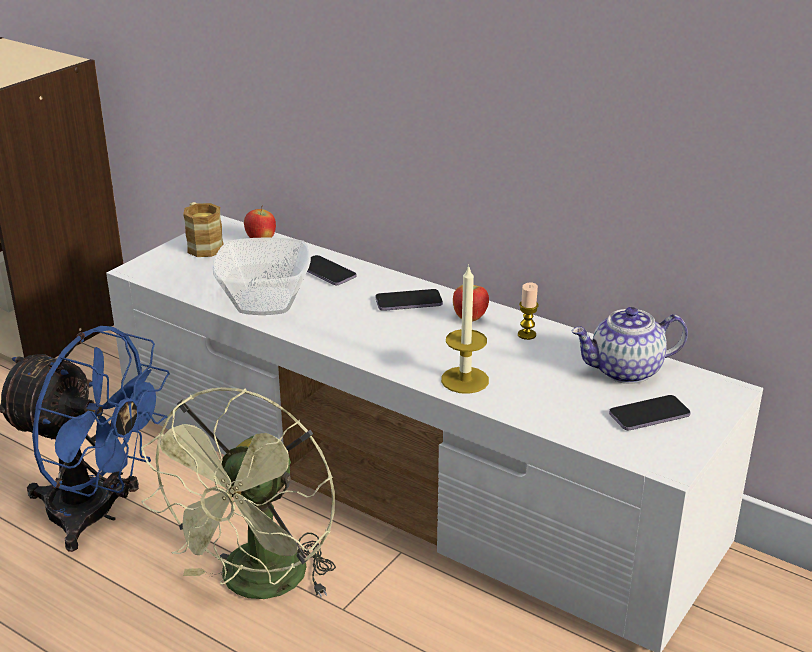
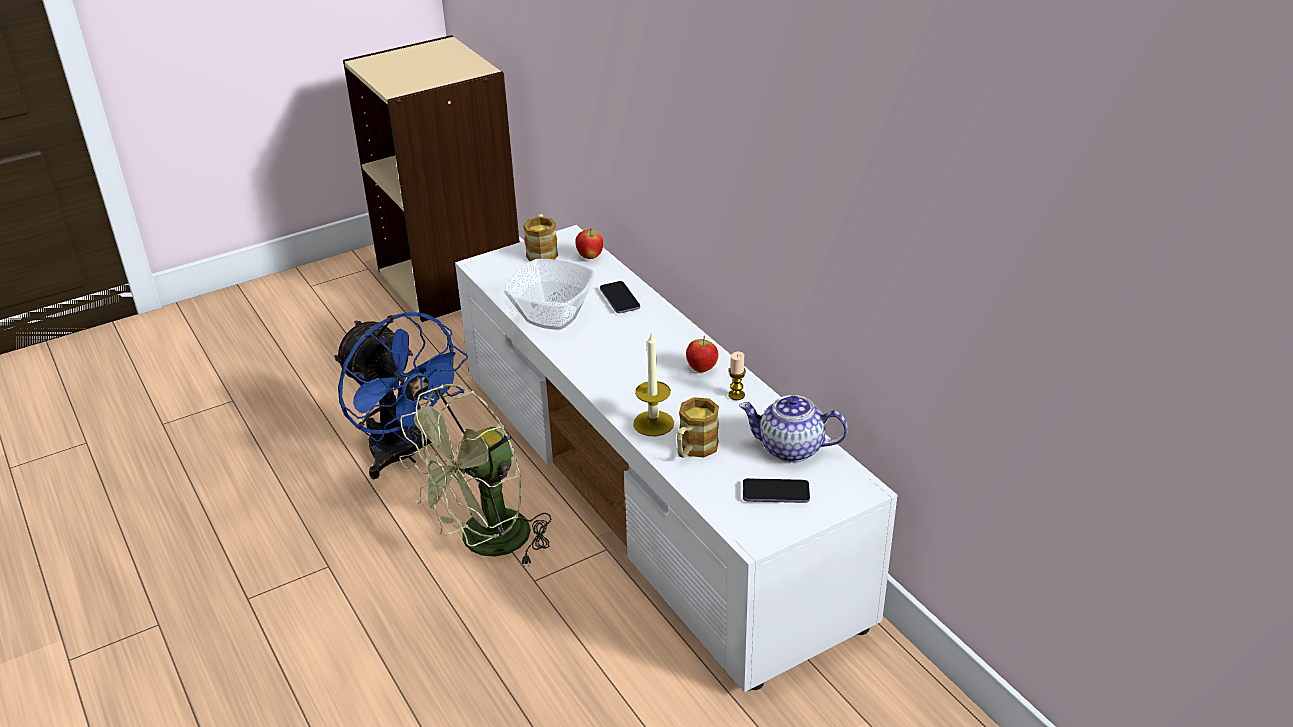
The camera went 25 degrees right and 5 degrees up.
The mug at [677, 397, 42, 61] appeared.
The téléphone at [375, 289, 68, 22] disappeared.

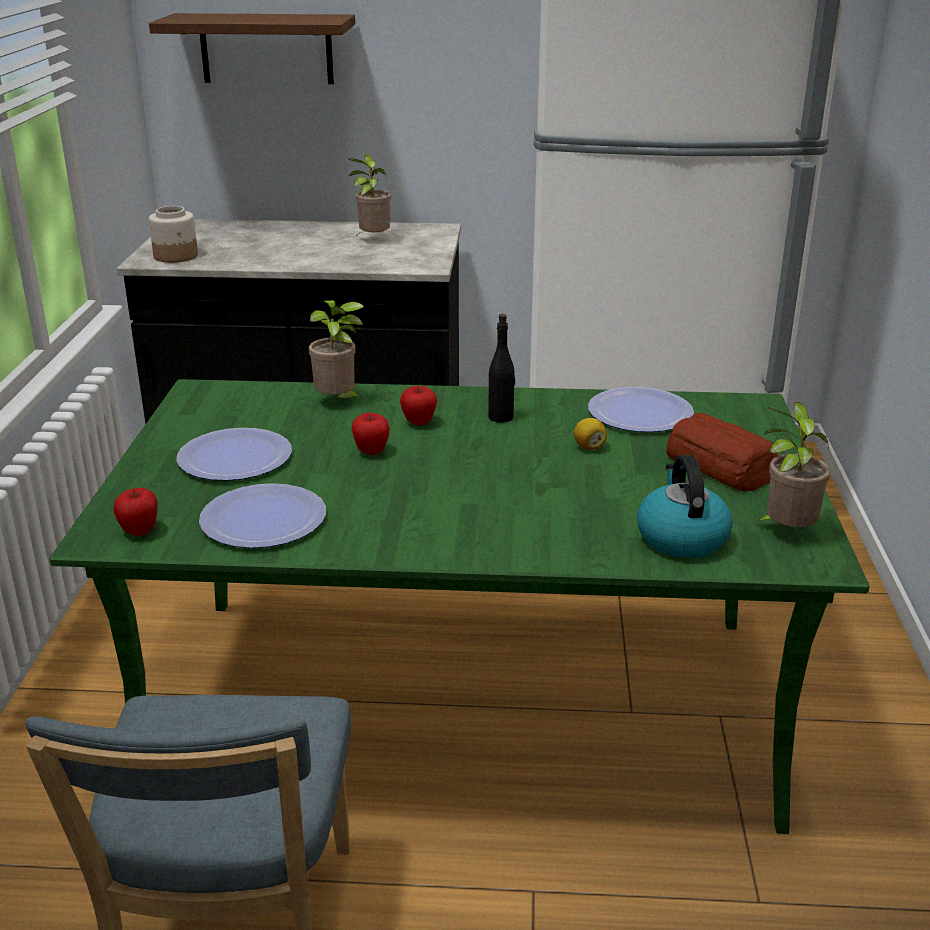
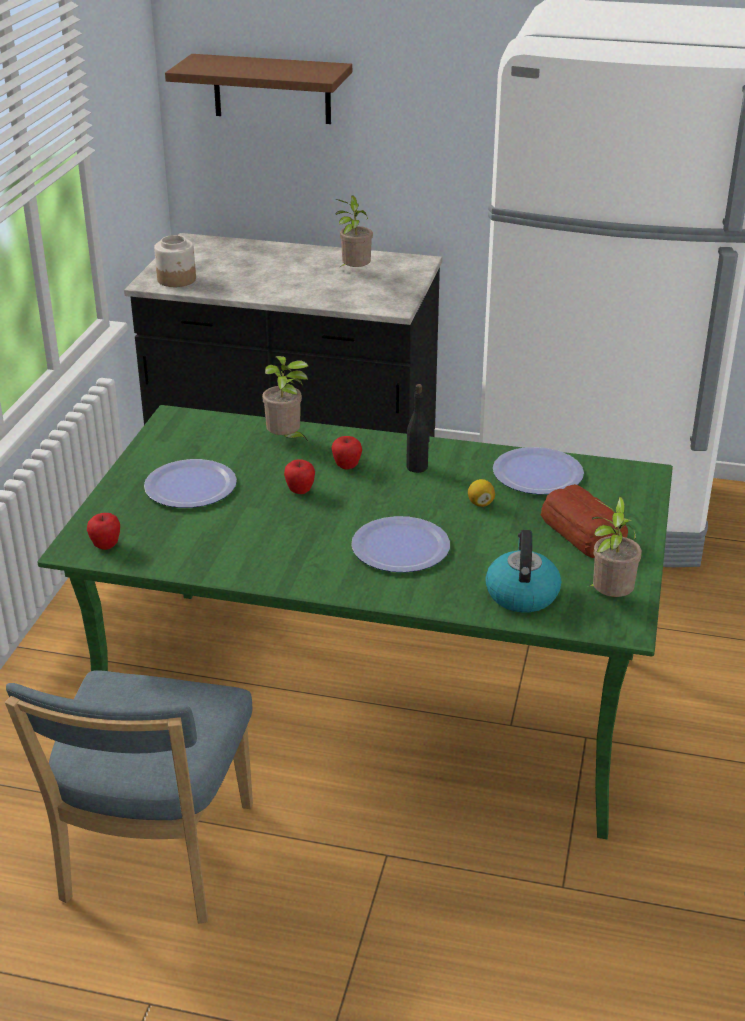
The camera went 10 degrees right and 5 degrees up.
The assiette moved from [199, 483, 127, 65] to [351, 516, 99, 56].

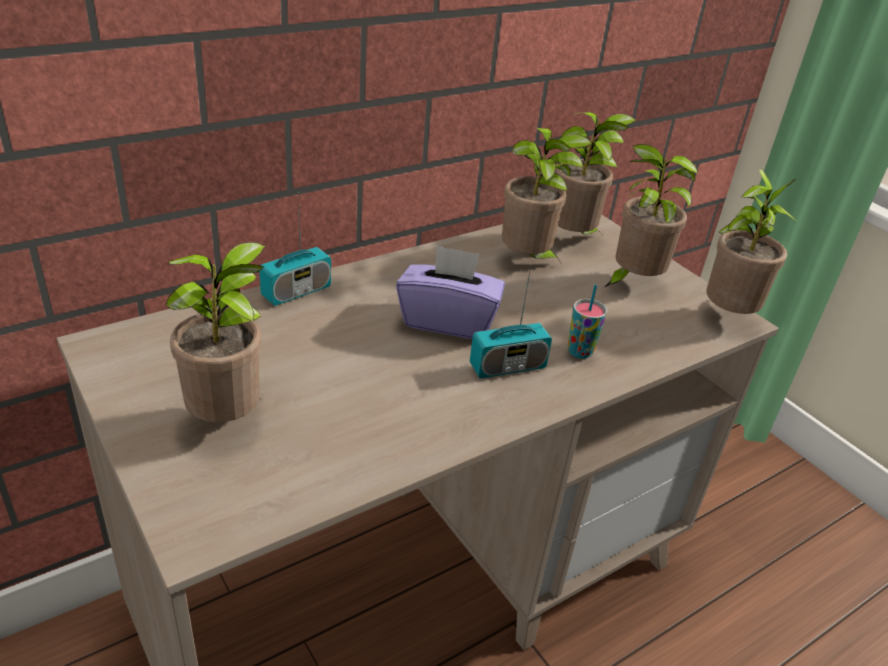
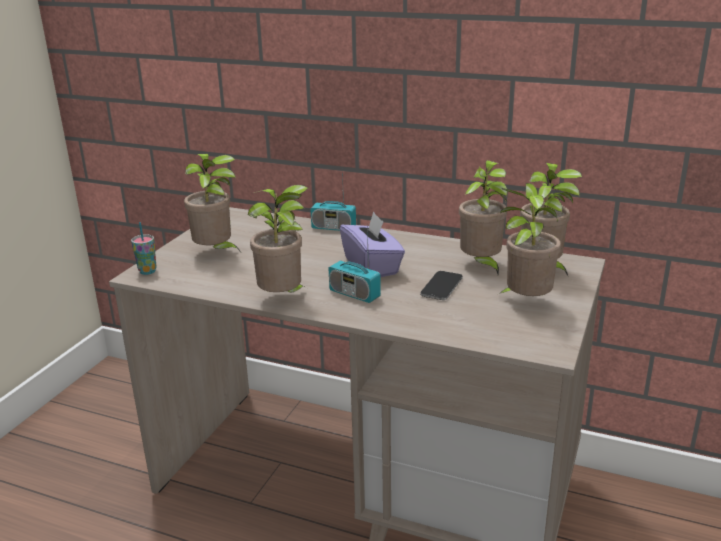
The camera went 60 degrees right and 10 degrees down.
The tasse moved from [568, 284, 39, 75] to [131, 222, 26, 53].
The plante en pot moved from [707, 169, 89, 145] to [248, 185, 61, 108].
The téléphone at [420, 271, 43, 29] appeared.

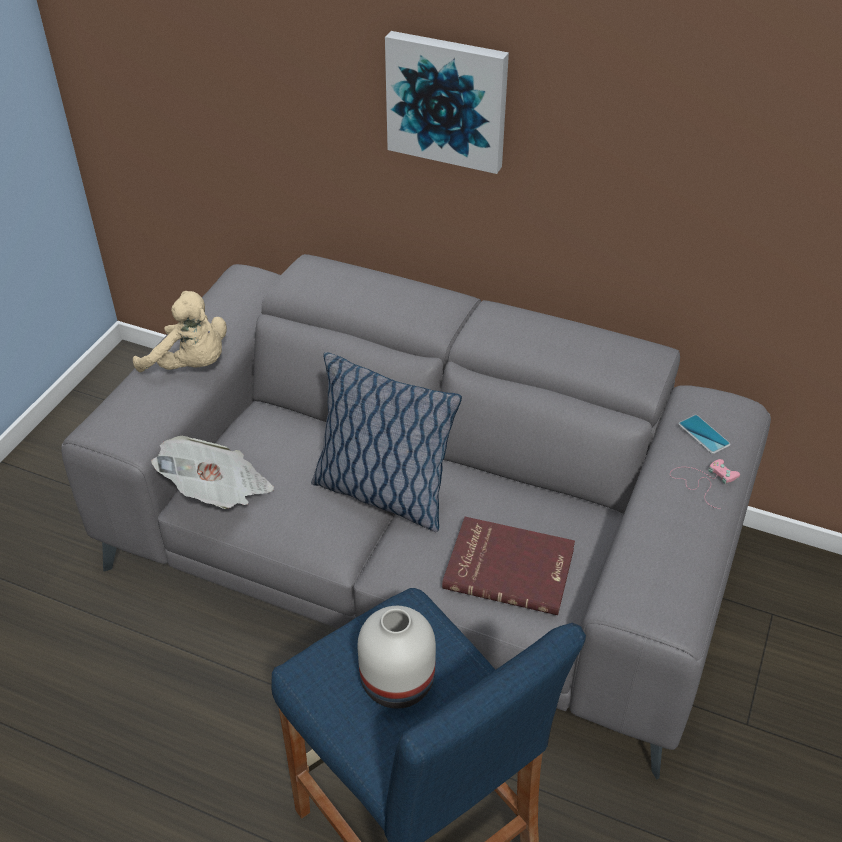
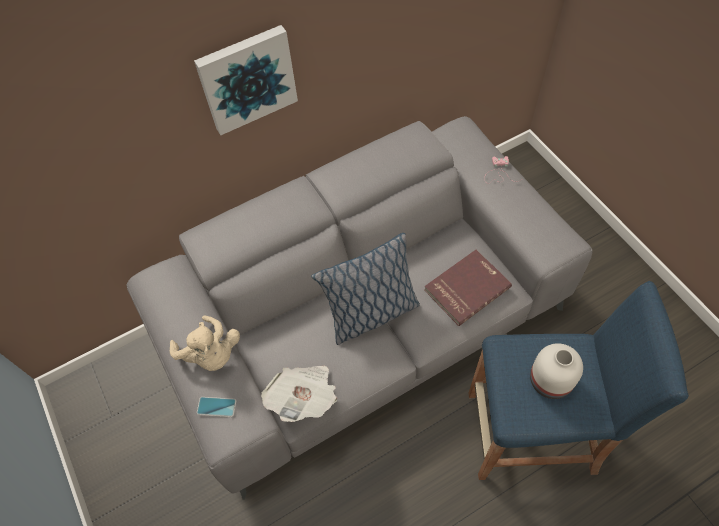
The camera went 50 degrees left and 15 degrees up.
The peluche (beige) at [133, 291, 94, 81] turned 75 degrees clockwise.
The téléphone moved from [678, 415, 52, 39] to [197, 397, 39, 20].

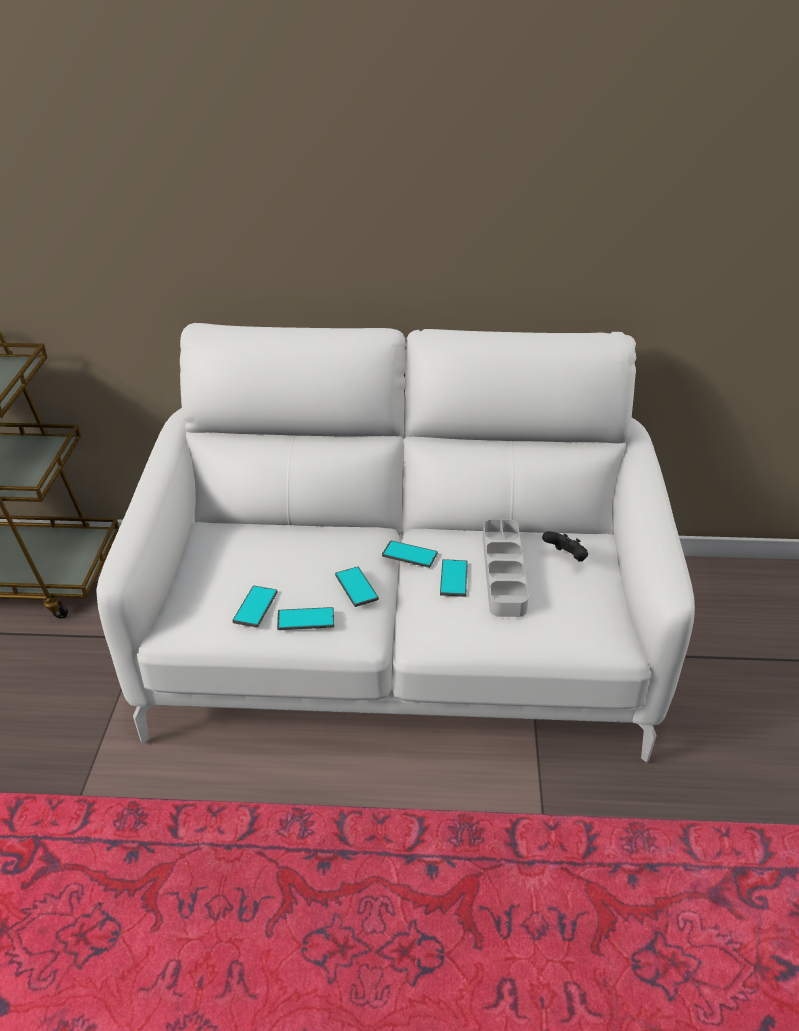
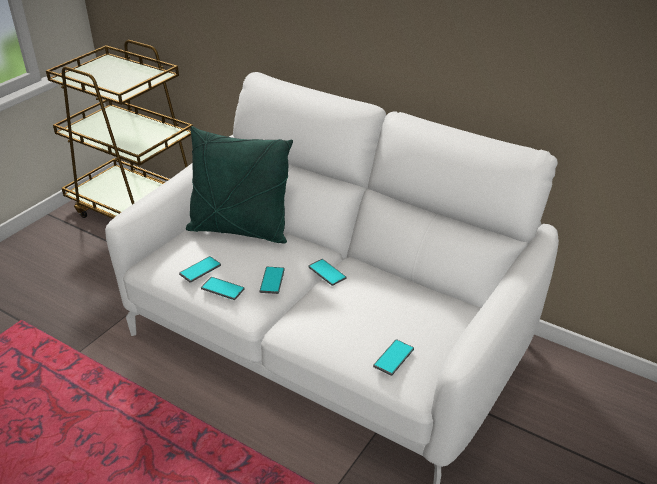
The camera went 30 degrees right and 0 degrees up.
The coussin (vert) at [186, 126, 107, 118] appeared.
The téléphone moved from [440, 559, 28, 38] to [373, 339, 41, 37].
The plateau (gris) at [483, 519, 46, 98] disappeared.
The manette (noir) at [542, 531, 46, 31] disappeared.

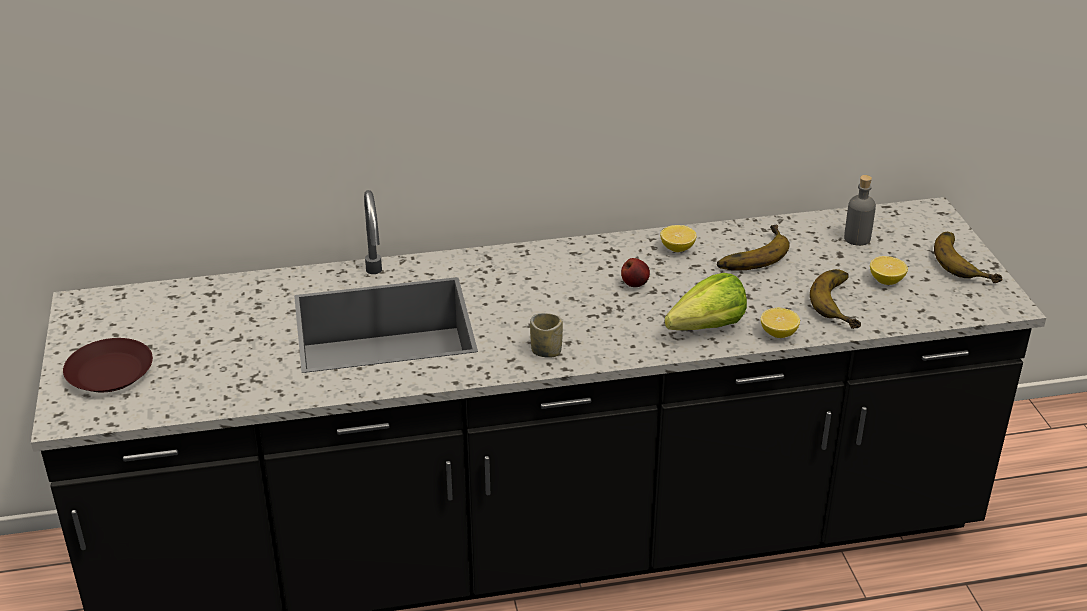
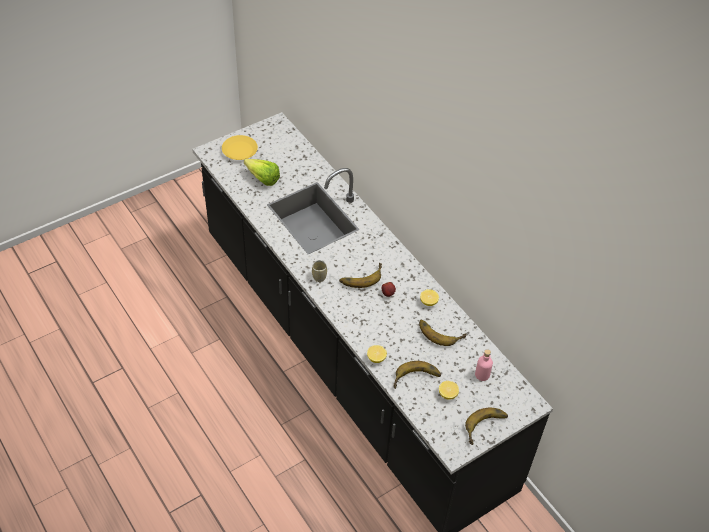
The camera went 65 degrees right and 15 degrees up.
The assiette (marron) at [63, 338, 90, 54] became the assiette (jaune) at [222, 135, 36, 25].
The laitue moved from [665, 273, 82, 57] to [244, 159, 36, 27].
The banane at [339, 263, 43, 25] appeared.
The bouteille (gris) at [844, 175, 32, 71] became the bouteille (rose) at [475, 349, 18, 32].

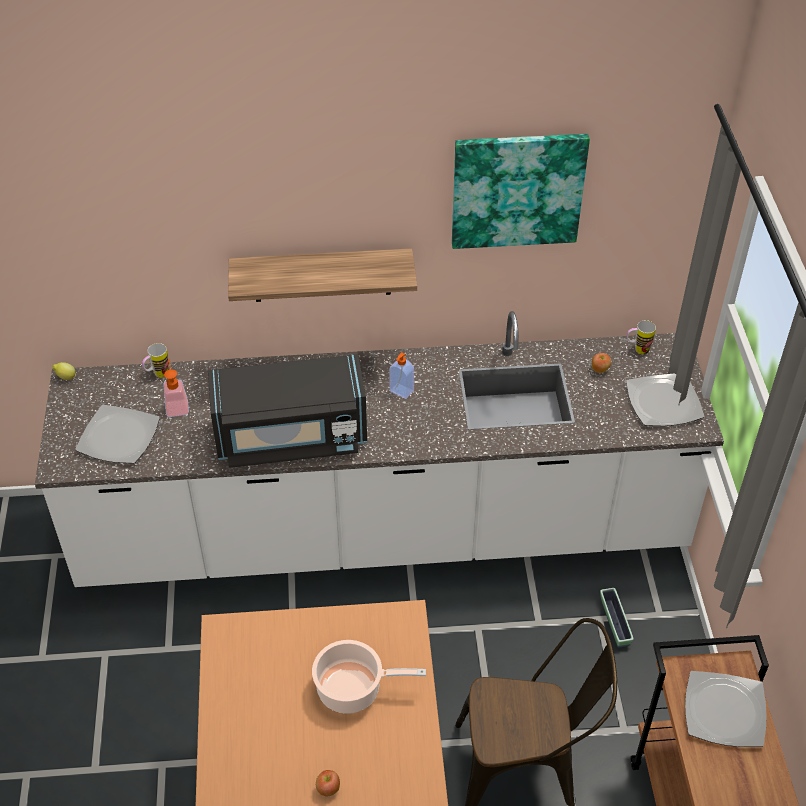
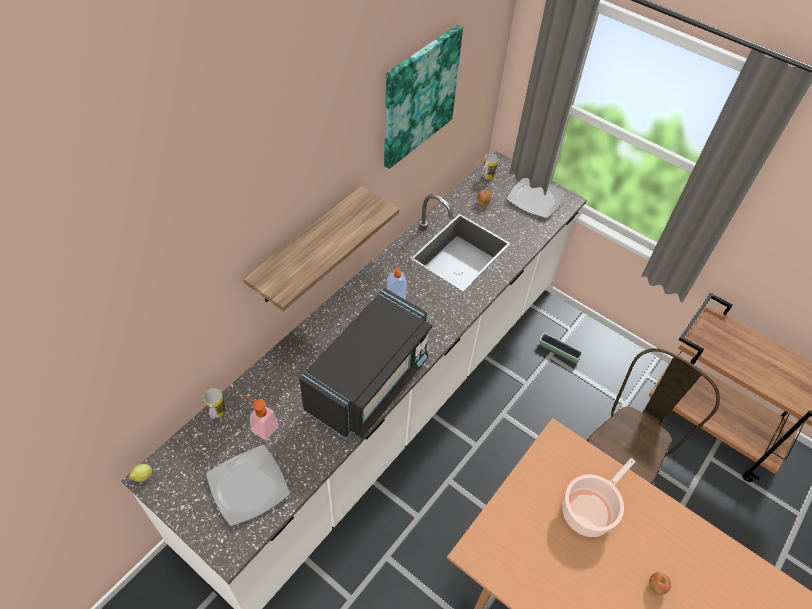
The camera went 50 degrees left and 5 degrees up.
The assiette at [685, 671, 81, 76] disappeared.

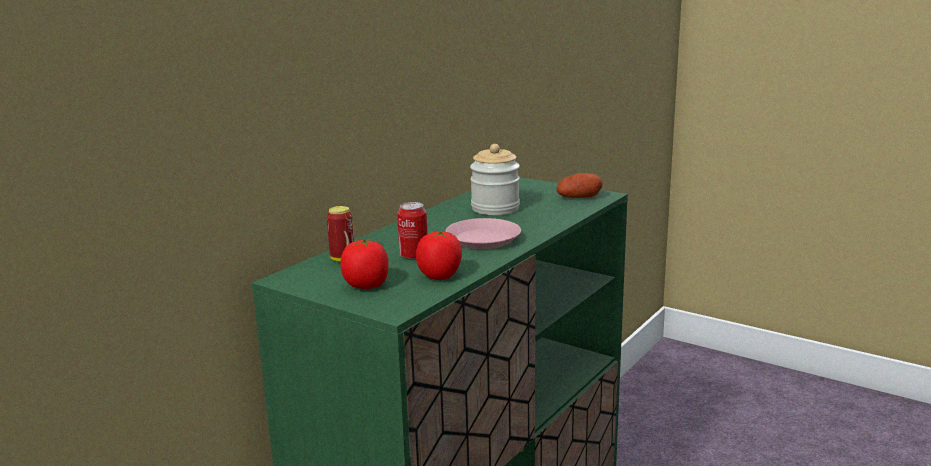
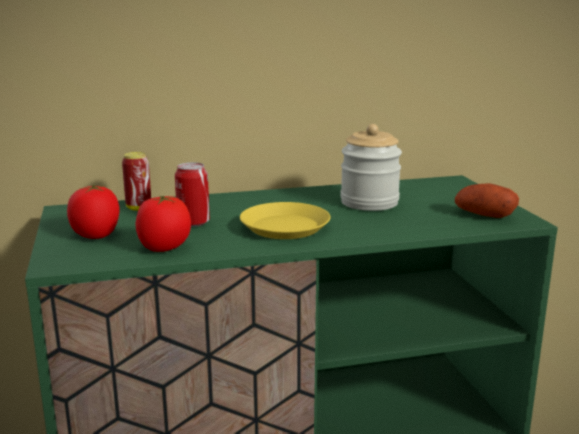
The camera went 40 degrees right and 0 degrees up.
The assiette (rose) at [445, 218, 76, 31] became the assiette (jaune) at [240, 202, 91, 37].

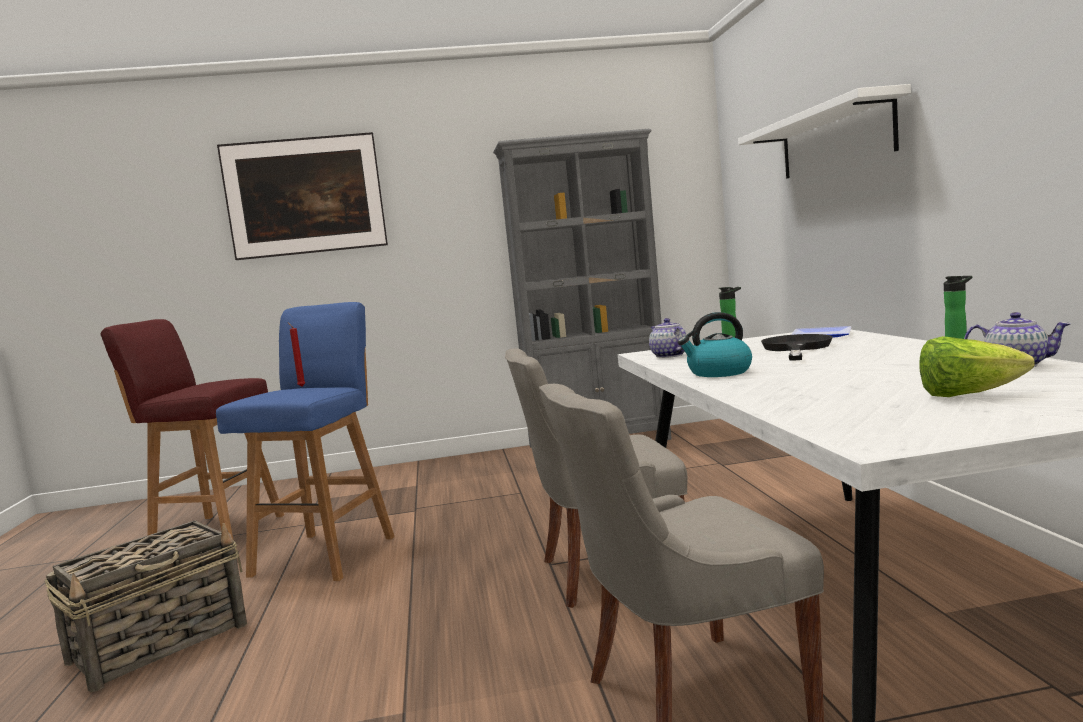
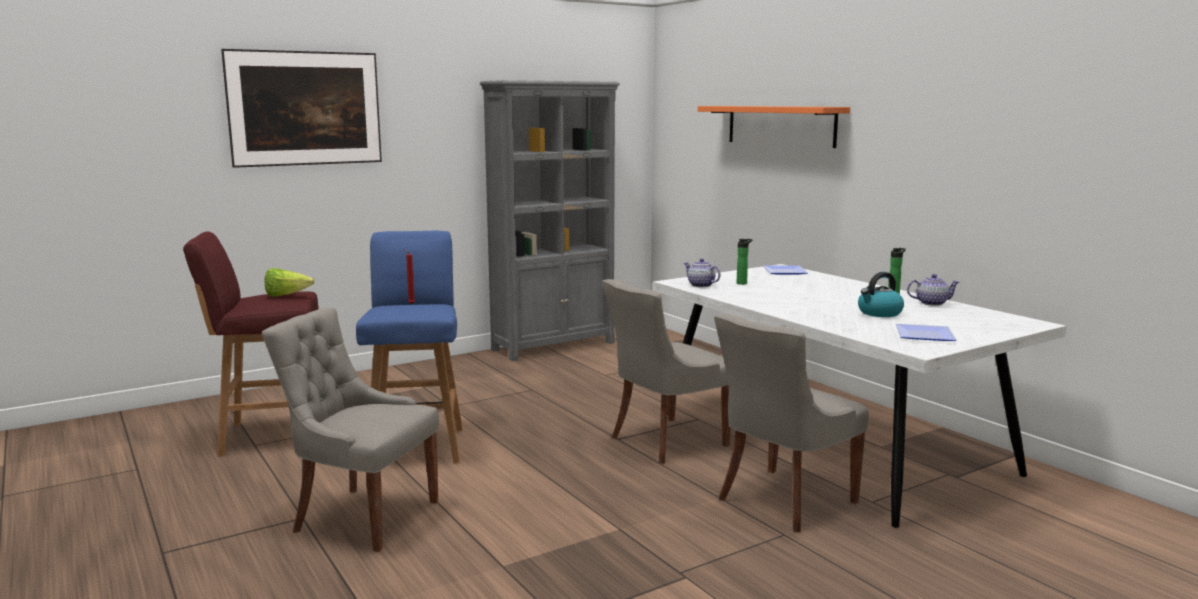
The camera went 25 degrees left and 5 degrees up.
The panier at [44, 520, 203, 172] was replaced by the chaise (gris) at [262, 307, 177, 245].
The laitue moved from [919, 336, 116, 61] to [264, 268, 51, 29].
The étagère (blanc) at [738, 84, 173, 95] became the étagère (orange) at [698, 106, 152, 42].
The bouilloire moved from [678, 312, 74, 65] to [858, 272, 46, 45].
The assiette at [895, 324, 61, 17] appeared.
The poêle (noir) at [761, 334, 72, 27] disappeared.

